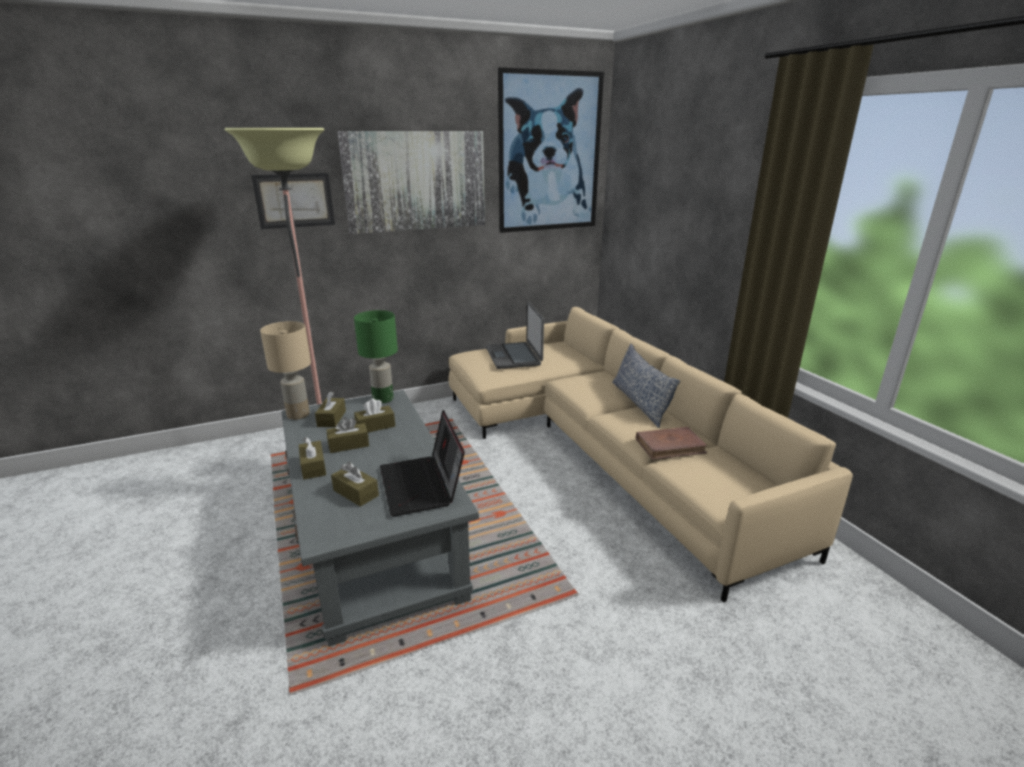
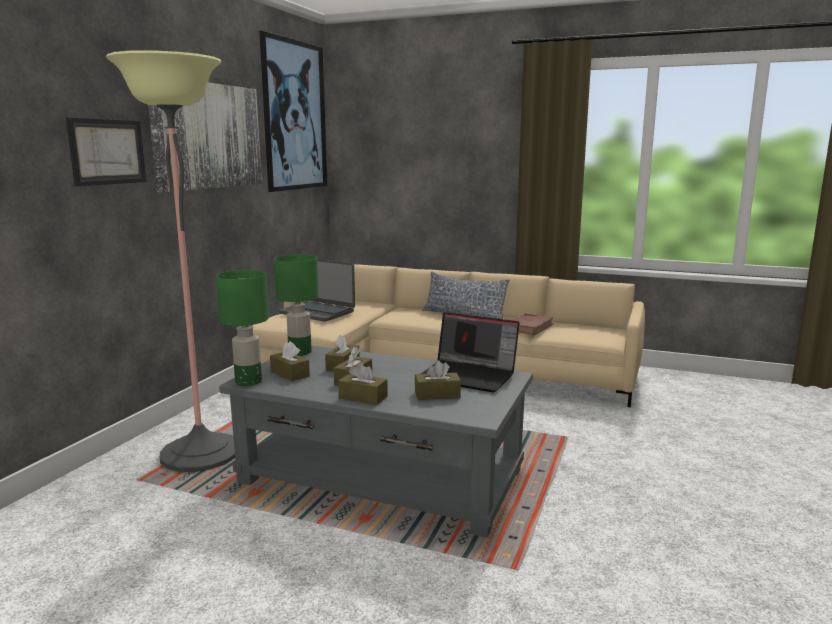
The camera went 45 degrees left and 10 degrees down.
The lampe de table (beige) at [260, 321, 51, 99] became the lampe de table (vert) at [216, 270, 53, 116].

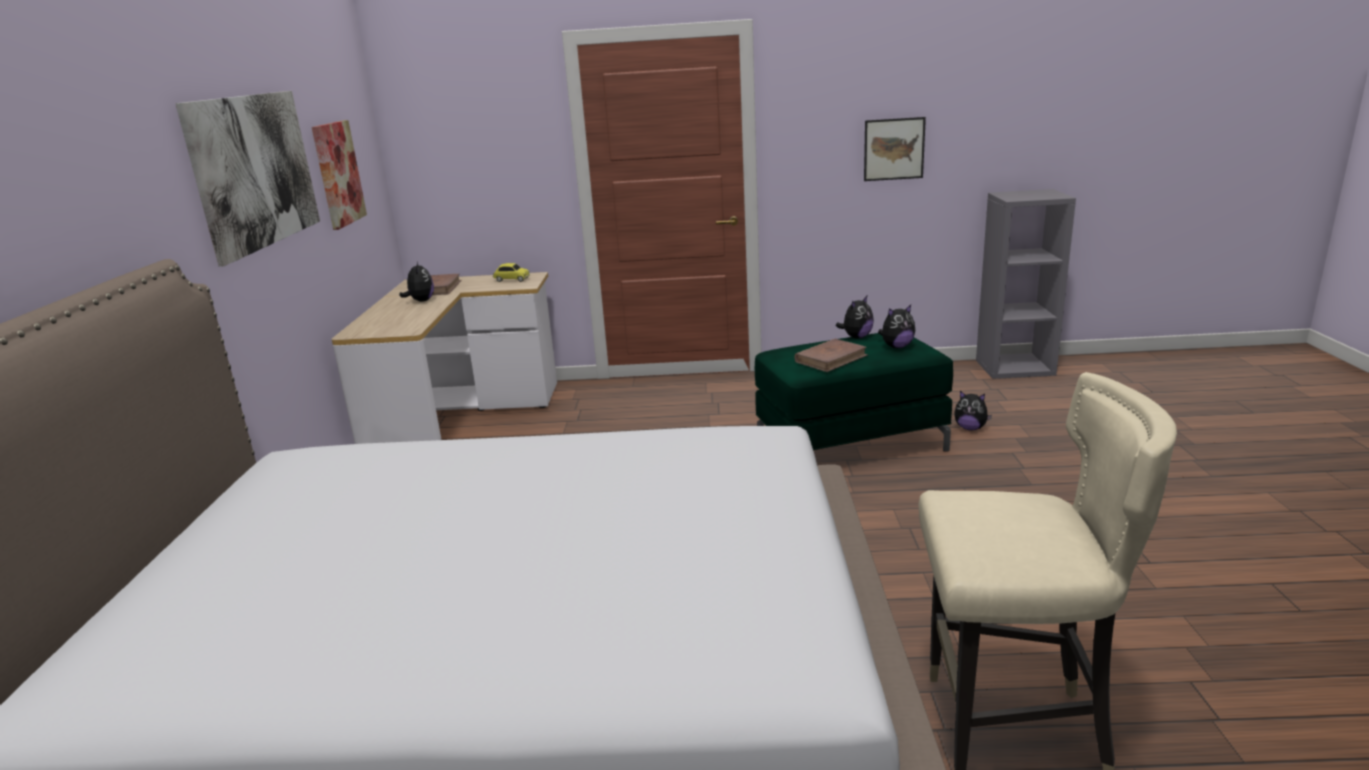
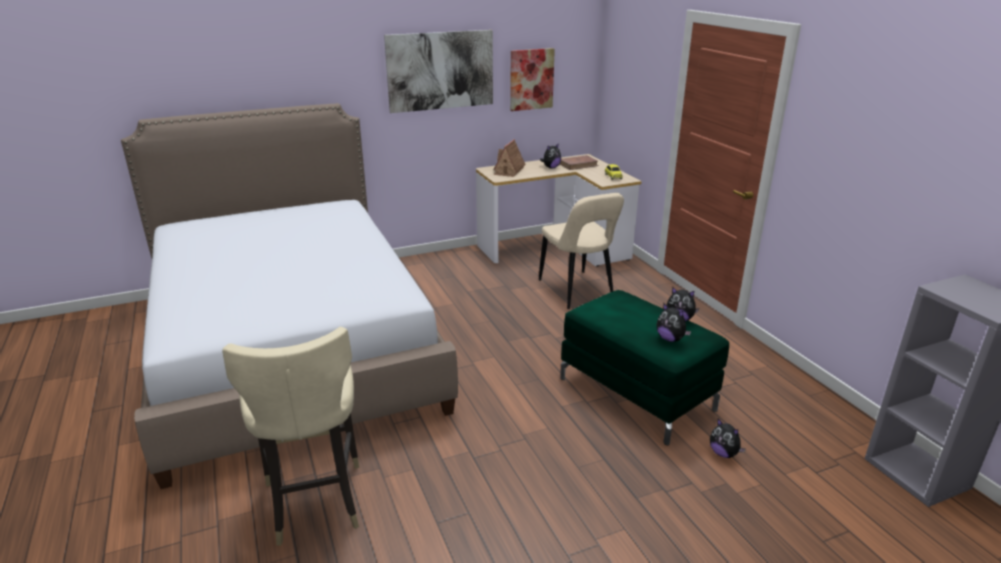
The camera went 65 degrees right and 5 degrees up.
The maison miniature at [493, 139, 33, 38] appeared.
The chaise (beige) at [539, 193, 85, 116] appeared.
The peluche at [954, 391, 38, 40] turned 45 degrees counterclockwise.
The livre (marron) at [794, 339, 74, 33] disappeared.
The tableau at [864, 117, 62, 64] disappeared.

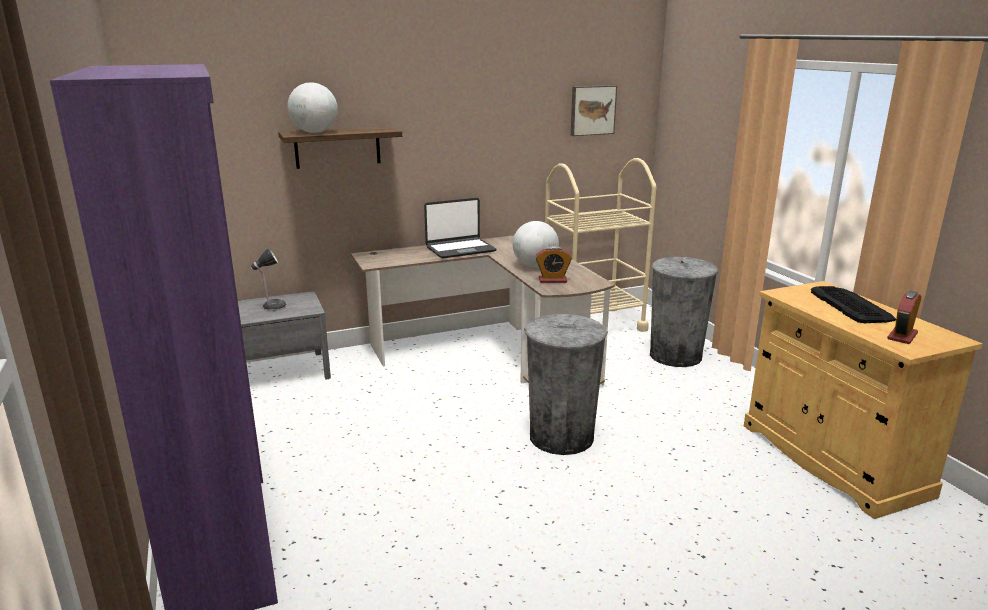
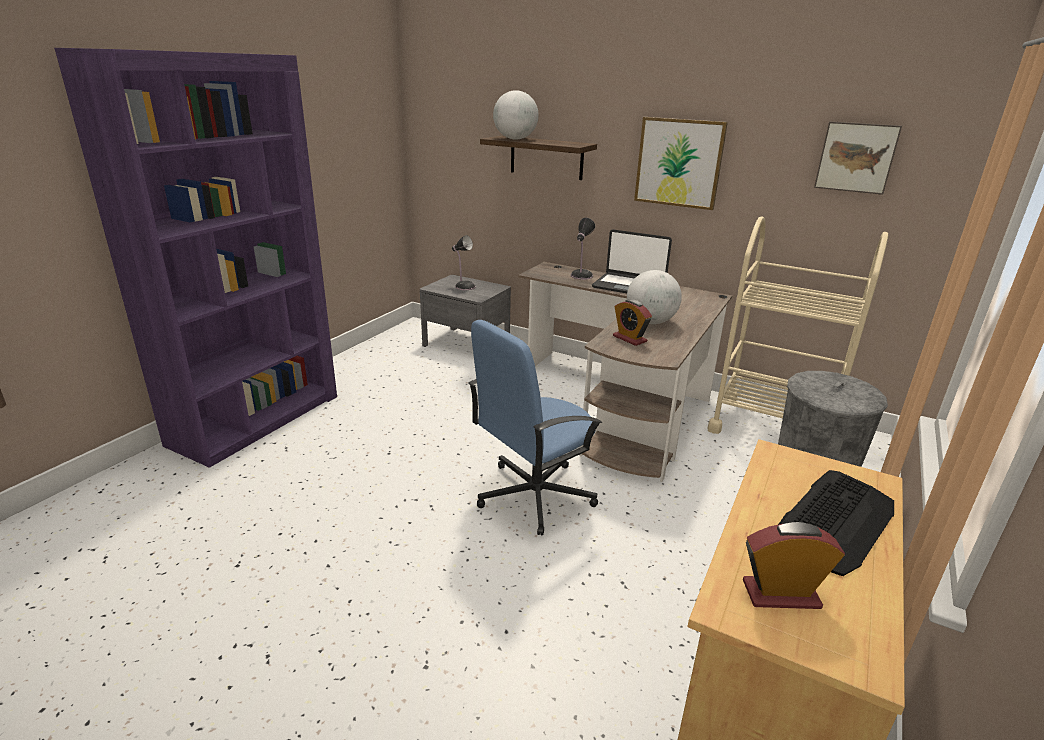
The camera went 50 degrees right and 5 degrees up.
The poubelle (gris) at [525, 314, 82, 141] was replaced by the chaise de bureau (bleu) at [469, 320, 133, 216].
The lampe de table at [571, 218, 24, 62] appeared.
The tableau at [634, 117, 94, 93] appeared.

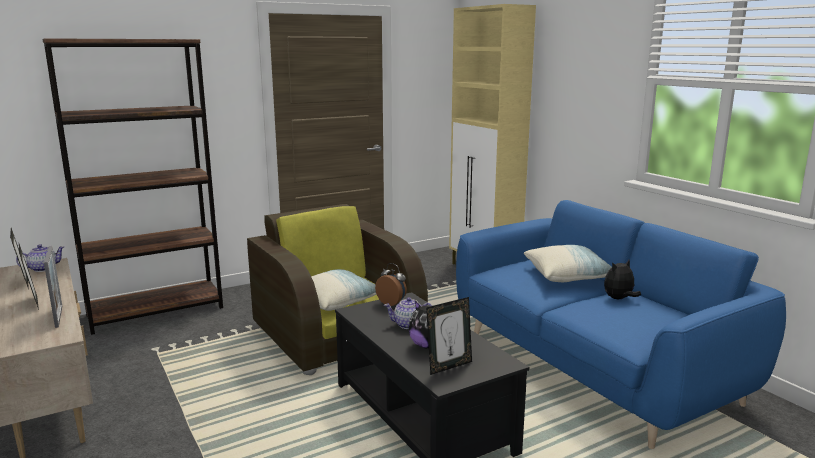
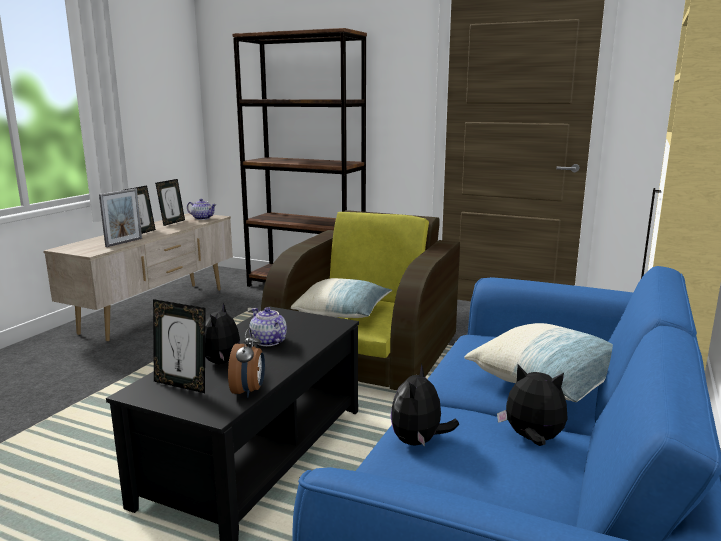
The camera went 55 degrees right and 0 degrees up.
The réveil moved from [375, 263, 32, 43] to [228, 328, 37, 70].
The peluche at [390, 364, 69, 82] appeared.

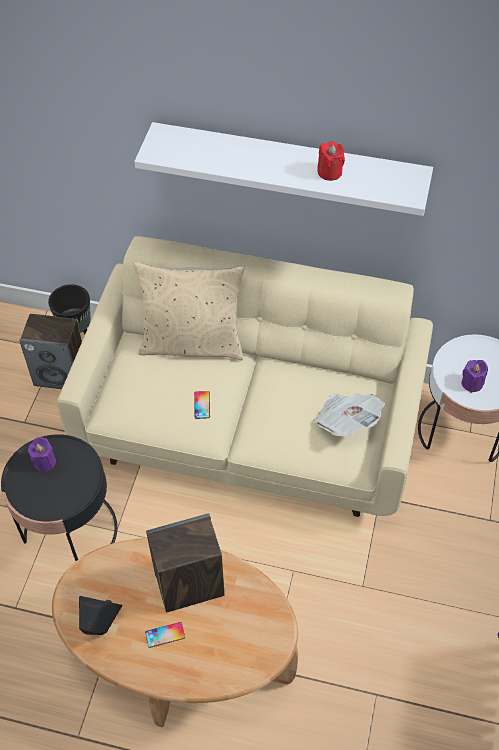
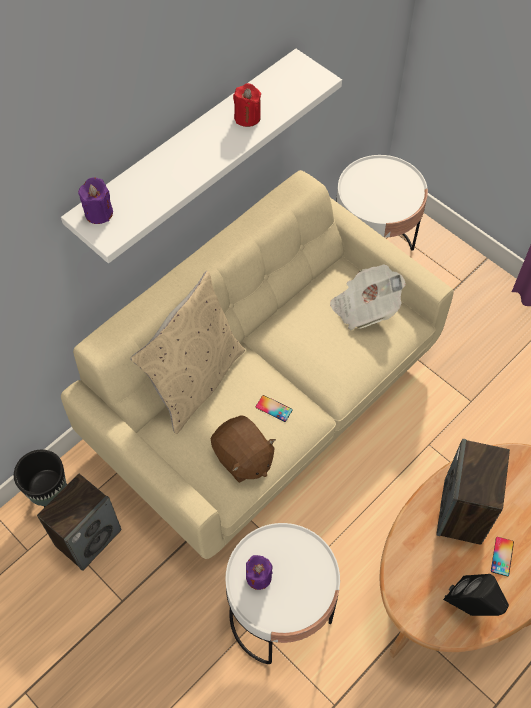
The camera went 60 degrees left and 5 degrees up.
The bougie (violet) moved from [461, 360, 27, 33] to [78, 177, 35, 47].
The peluche (marron) at [211, 415, 65, 68] appeared.
The table d'appoint (noir) at [1, 434, 116, 127] became the table d'appoint (blanc) at [225, 523, 115, 141].

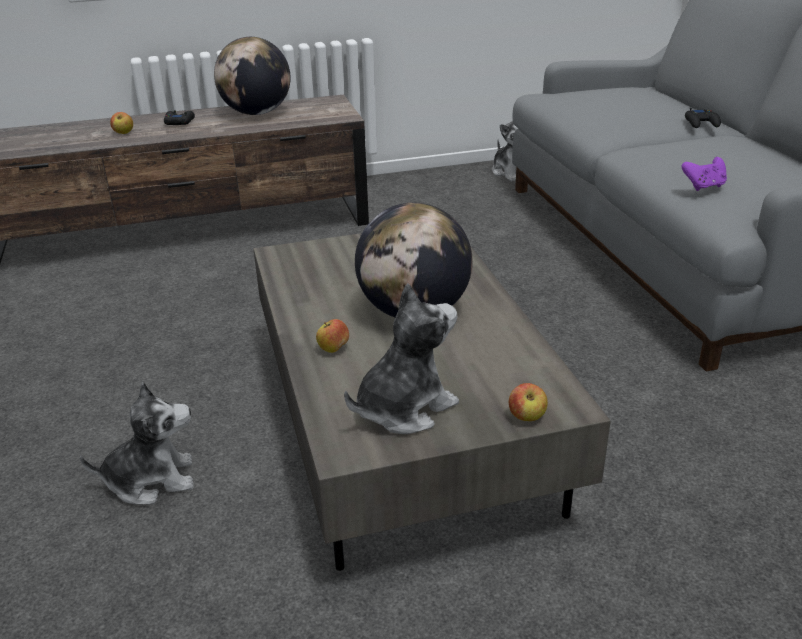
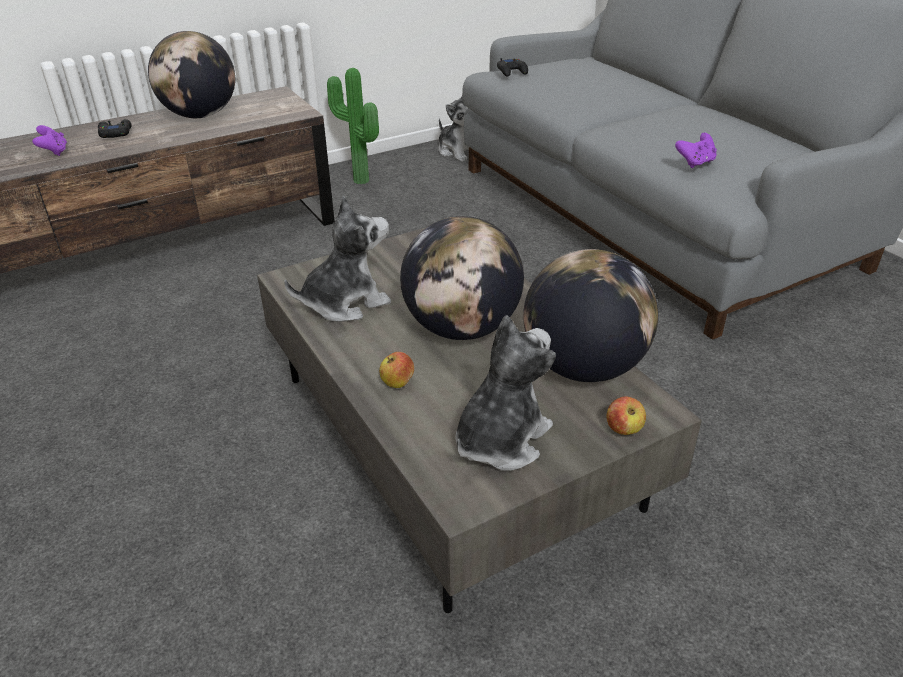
The camera went 15 degrees left and 5 degrees up.
The pomme at [110, 112, 23, 22] was replaced by the manette (violet) at [32, 125, 35, 31].
The peluche moved from [80, 382, 114, 123] to [284, 196, 107, 126].
The plante en pot at [327, 68, 52, 116] appeared.
The manette (noir) moved from [685, 108, 36, 20] to [497, 58, 31, 19].
The globe at [523, 249, 135, 133] appeared.

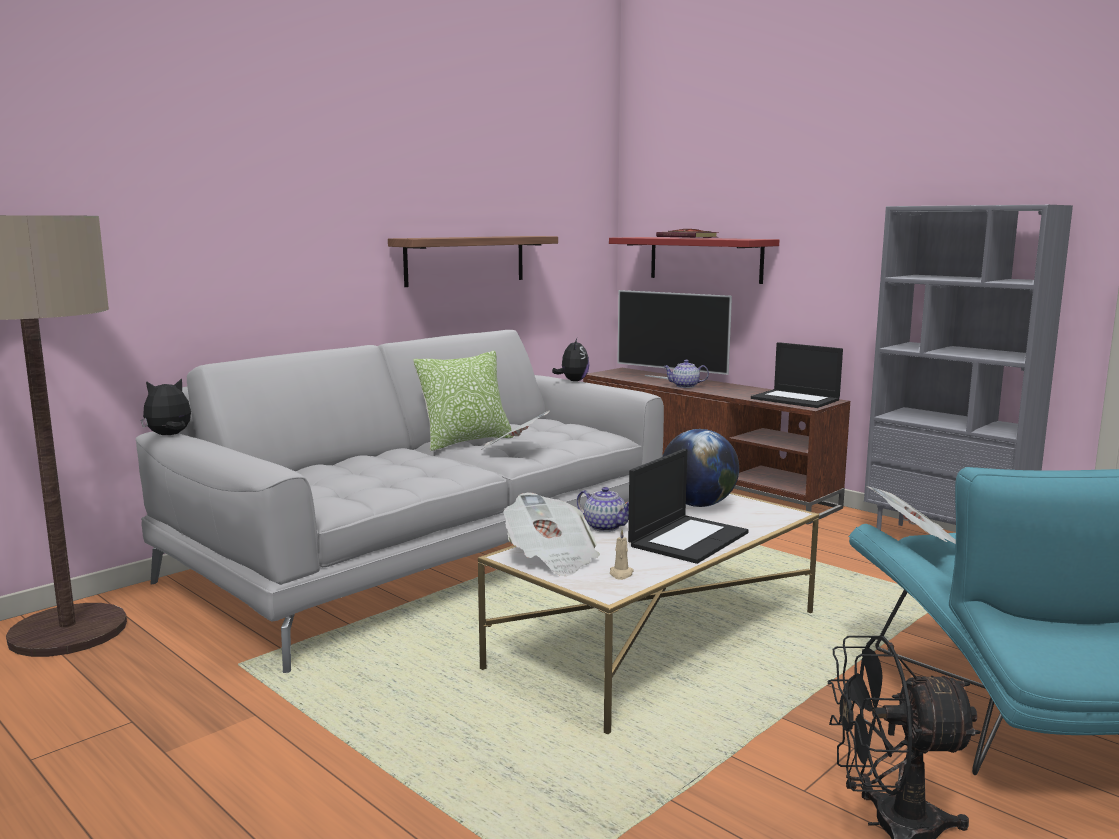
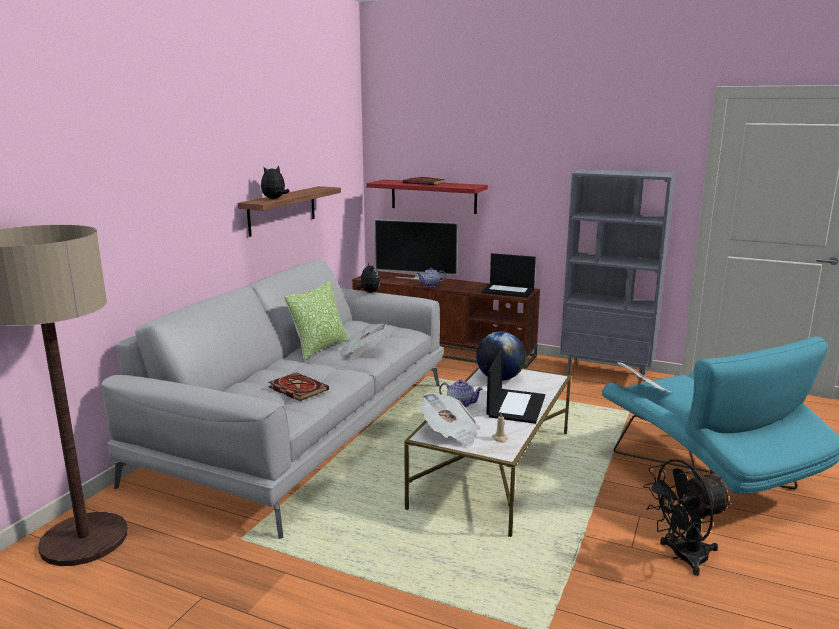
The camera went 20 degrees left and 5 degrees up.
The peluche moved from [141, 378, 50, 57] to [261, 166, 29, 33].
The livre at [268, 372, 61, 29] appeared.

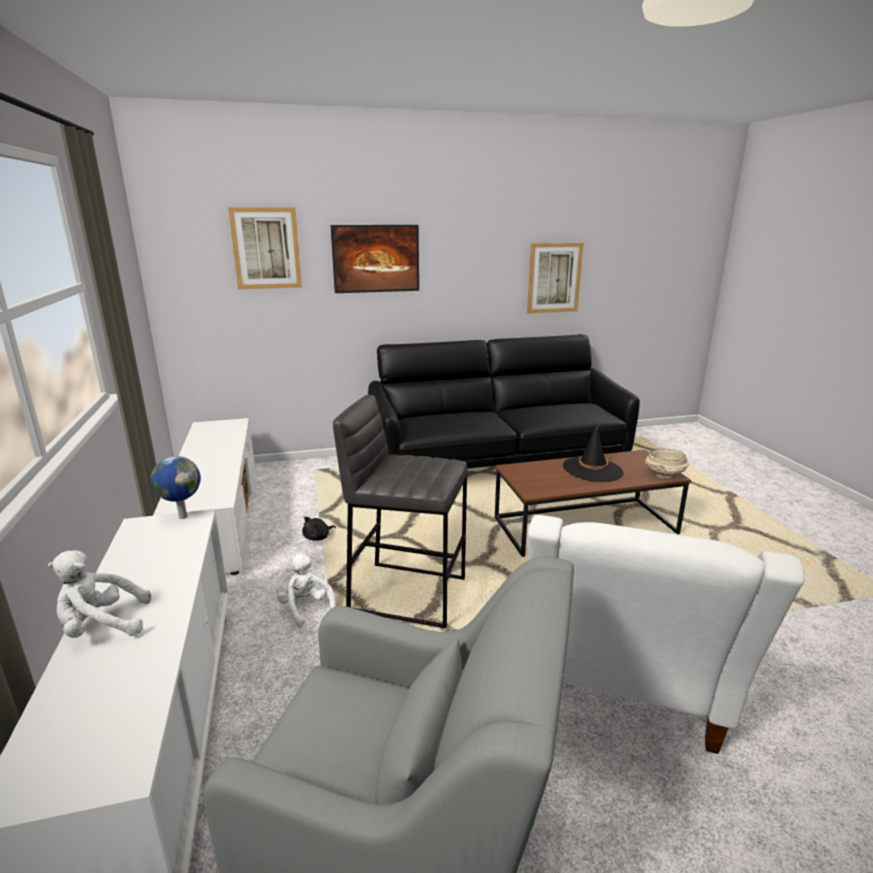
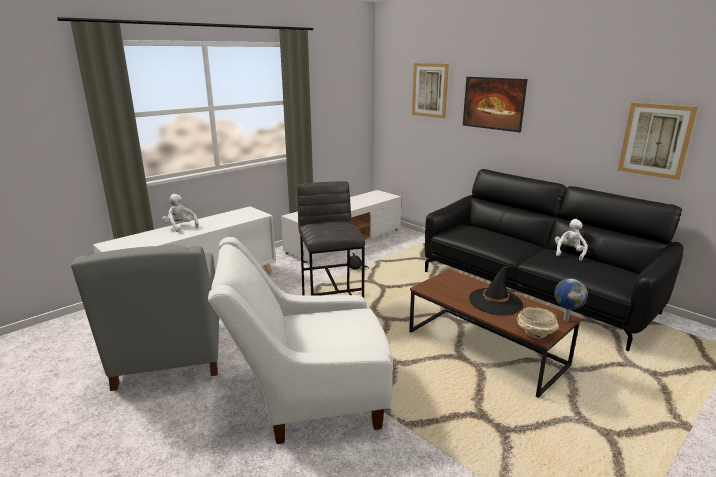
The camera went 60 degrees right and 0 degrees up.
The globe moved from [151, 456, 50, 63] to [554, 278, 34, 43].
The peluche (blanc) moved from [277, 554, 59, 73] to [555, 219, 33, 42].

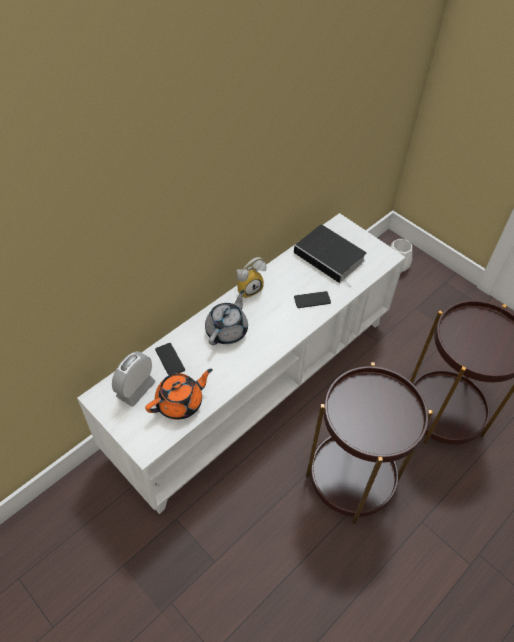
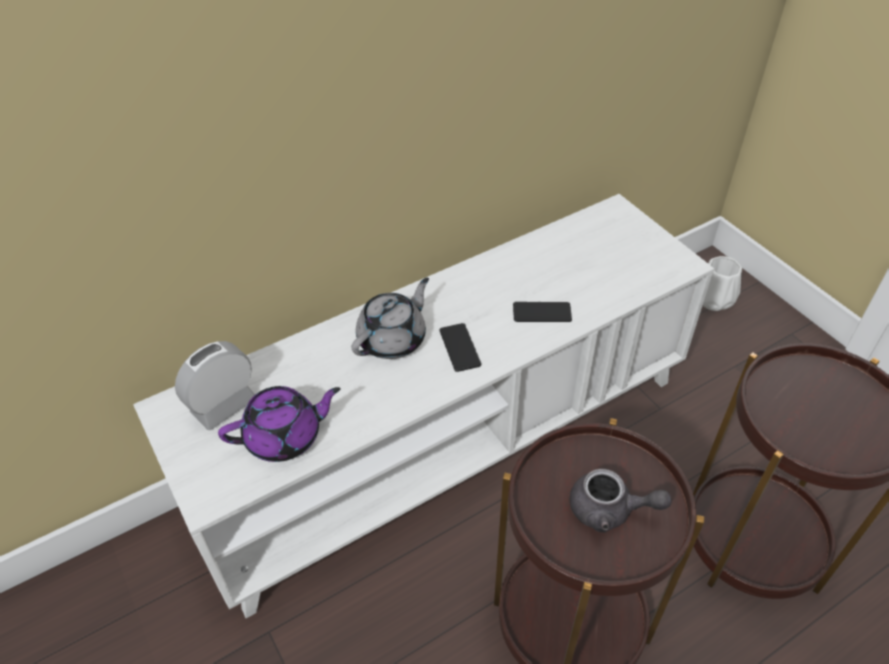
The camera went 15 degrees right and 5 degrees down.
The théière (orange) at [145, 369, 68, 51] became the théière (violet) at [218, 386, 123, 76].
The téléphone moved from [155, 343, 30, 32] to [439, 323, 42, 49].
The théière (gris) at [570, 469, 102, 63] appeared.
The réveil at [236, 257, 30, 42] disappeared.
The livre at [294, 224, 73, 64] disappeared.

